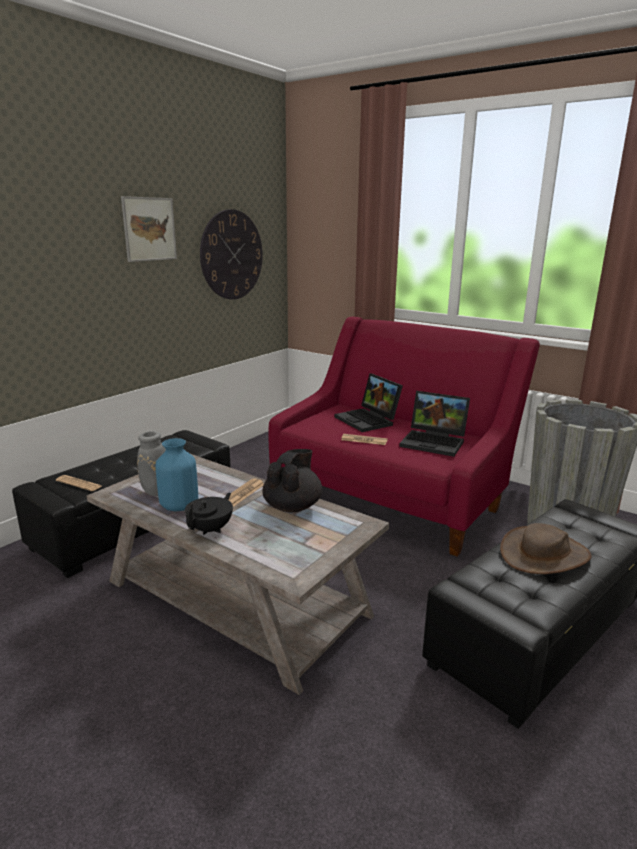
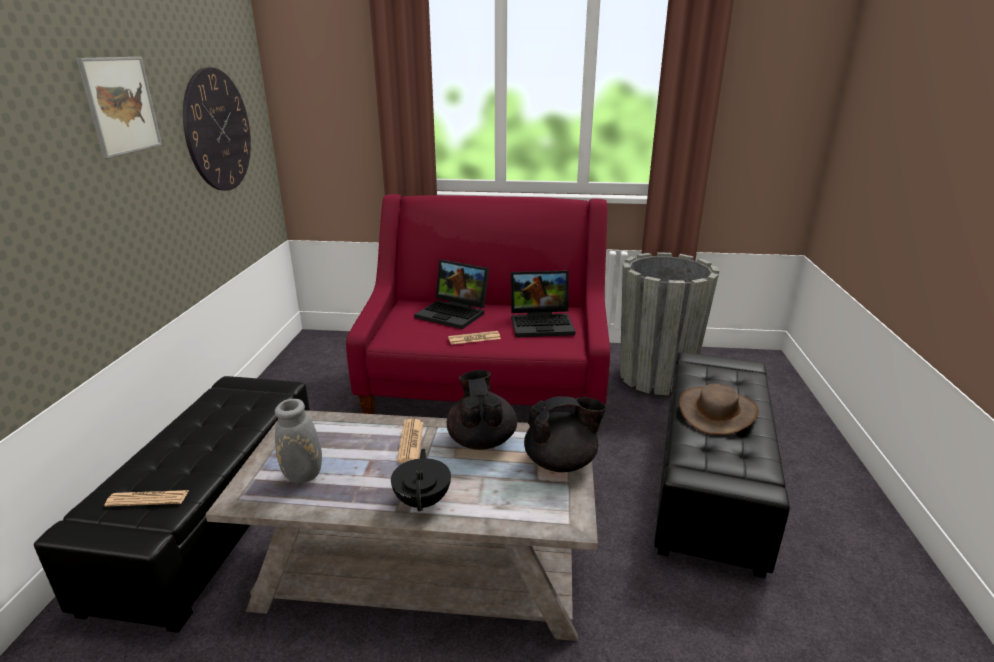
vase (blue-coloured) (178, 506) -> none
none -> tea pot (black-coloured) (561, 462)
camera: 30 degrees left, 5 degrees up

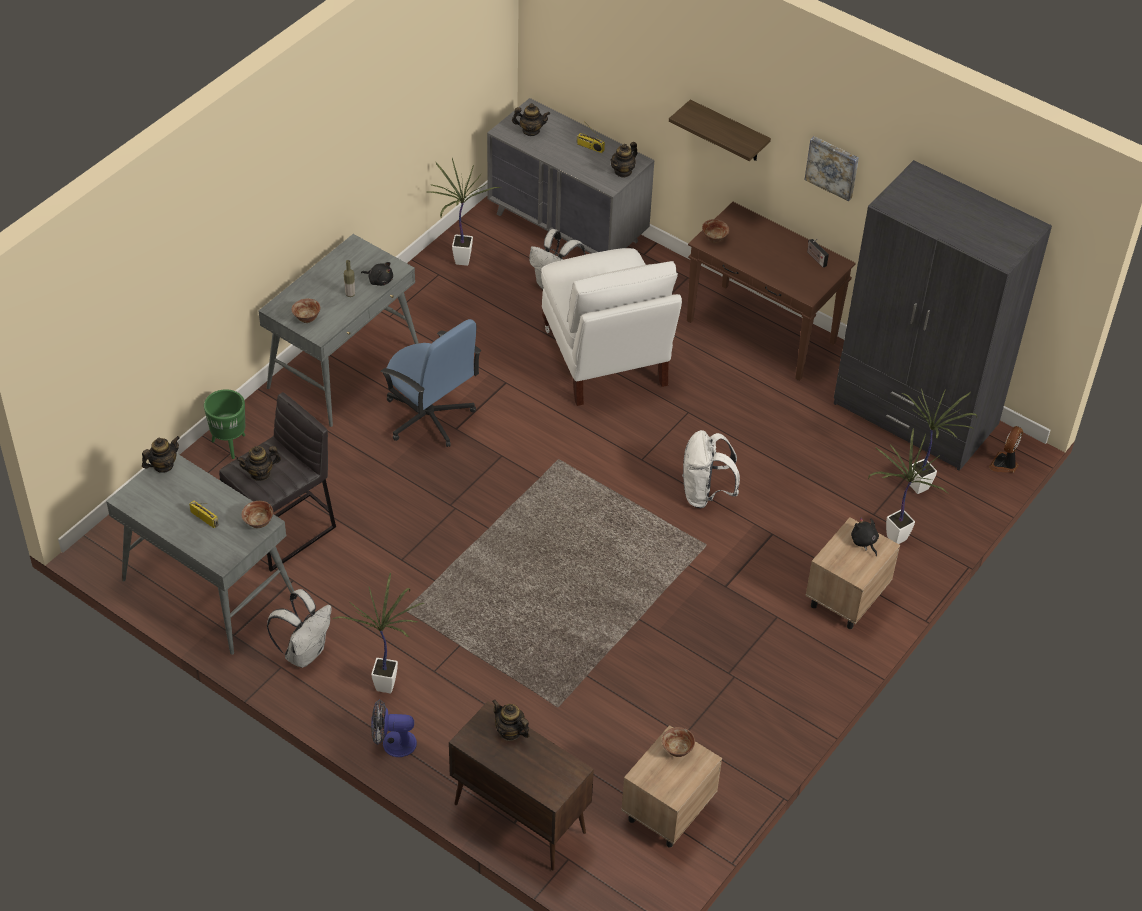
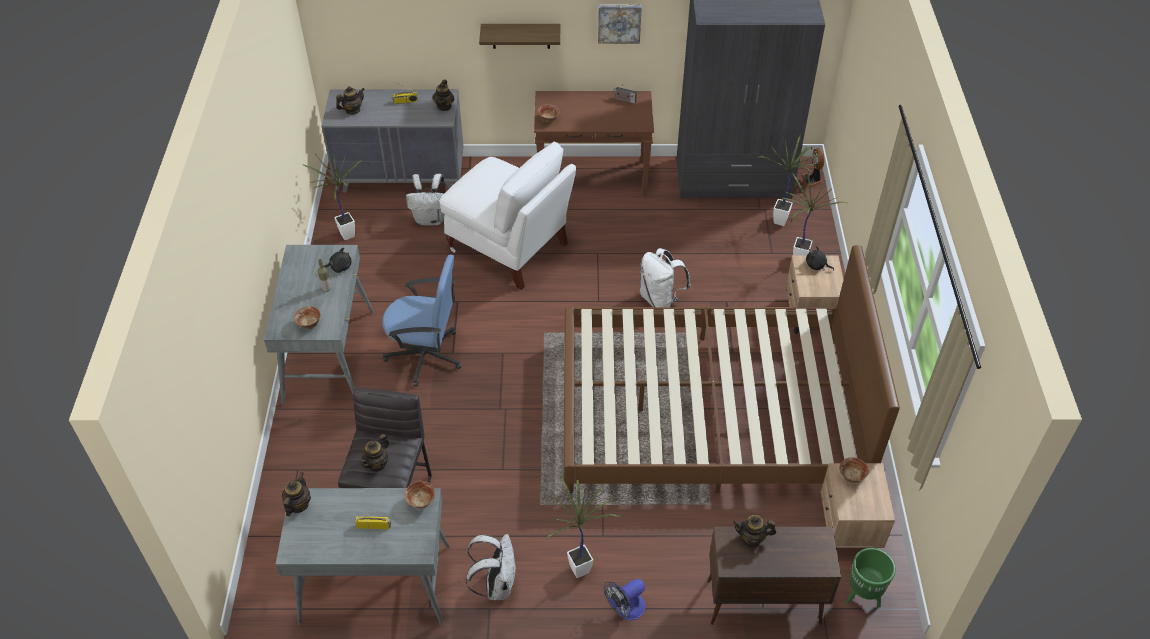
planter (green-coloured) (230, 445) -> planter (green-coloured) (863, 596), relocated
none -> sleeping bed (brown-coloured) (709, 414)
camera: 35 degrees left, 0 degrees up

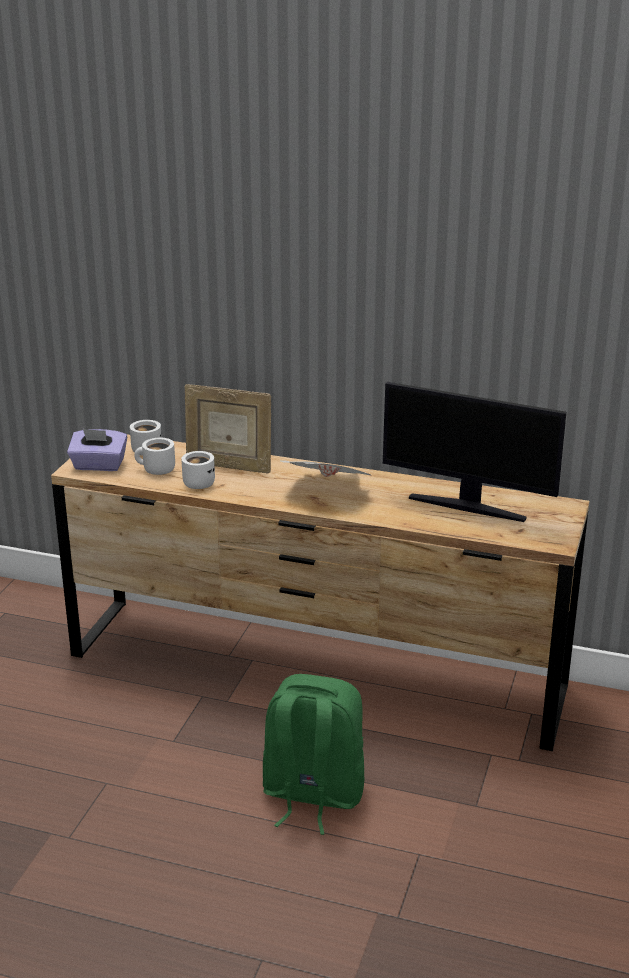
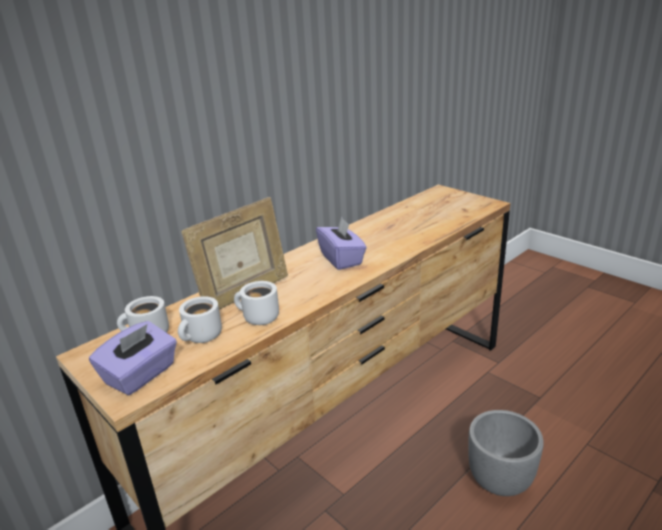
knapsack (green-coloured) (312, 795) -> planter (grey) (500, 481)
newspaper (328, 490) -> tissue box (purplish) (341, 259)
computer display (467, 506) -> none
camera: 60 degrees left, 0 degrees up

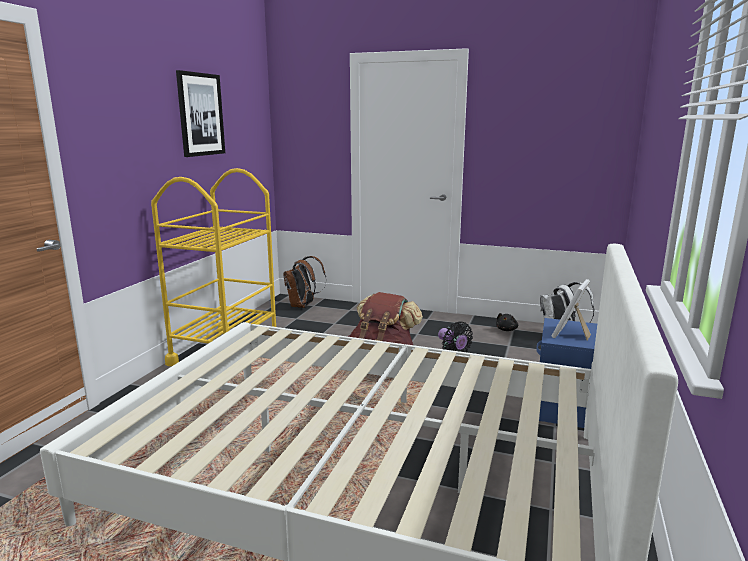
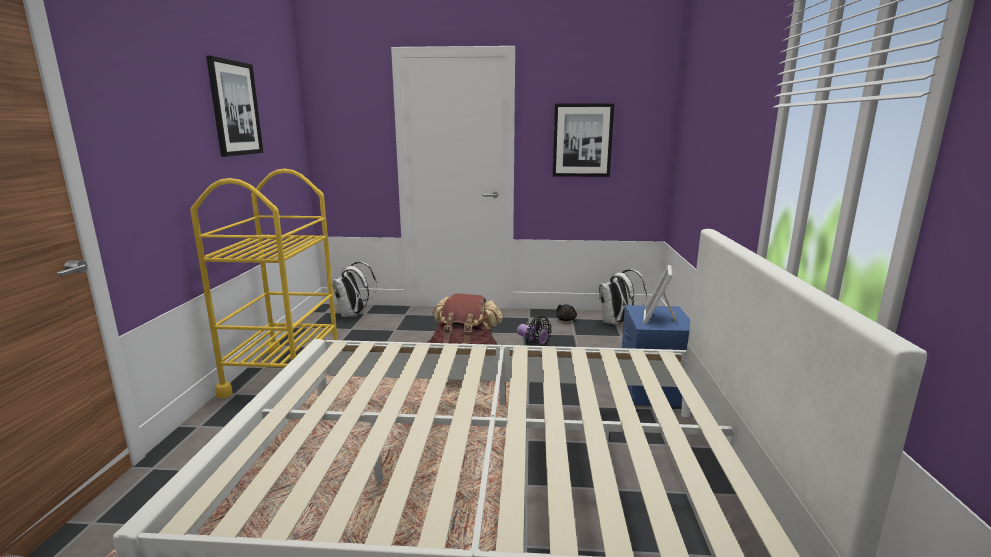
knapsack (brown-coloured) (303, 306) -> knapsack (white) (354, 314)
none -> wall art (582, 140)
camera: 15 degrees left, 0 degrees up

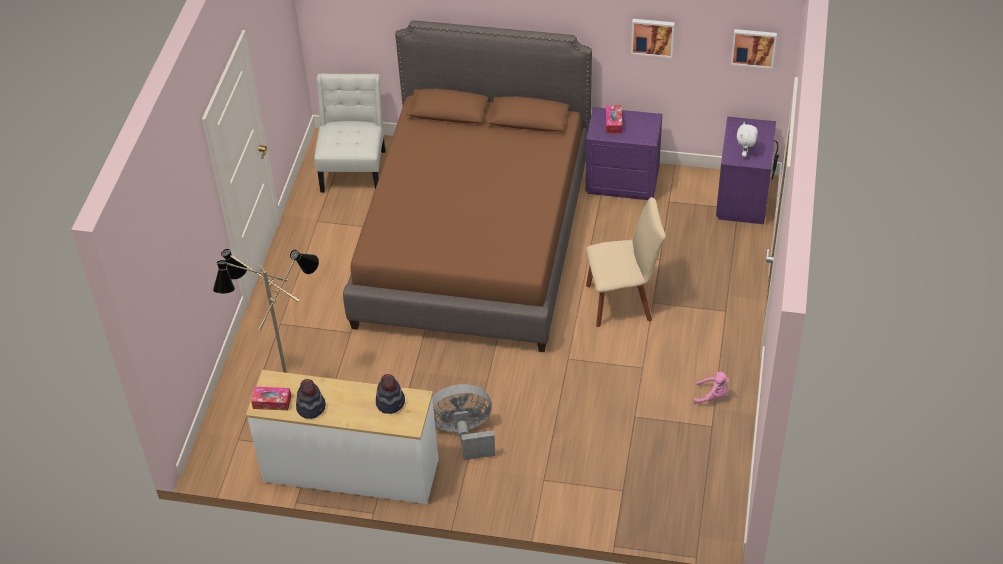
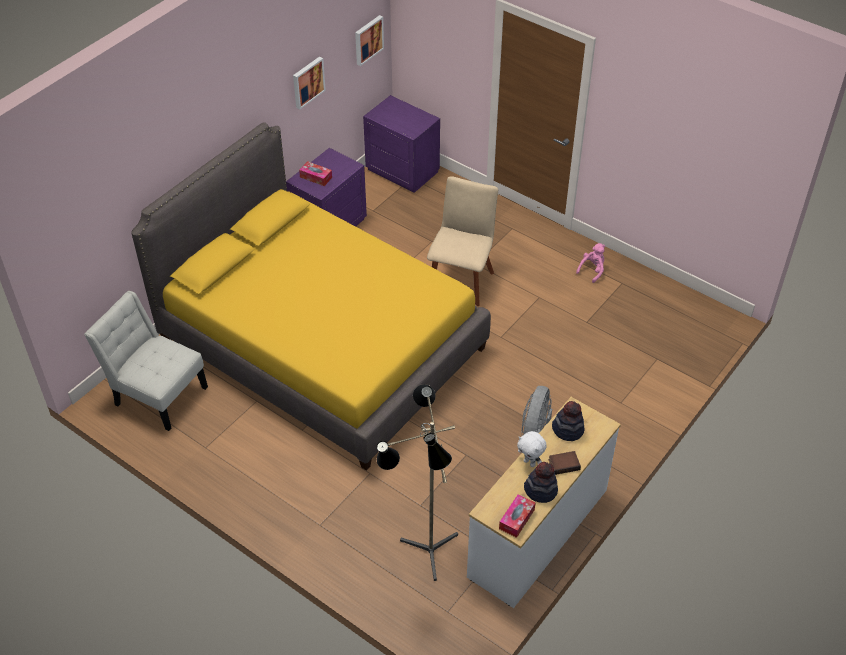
sleeping bed (brown-coloured) (474, 240) -> sleeping bed (yellow-coloured) (322, 344)
cuddly toy (white) (745, 153) -> cuddly toy (white) (530, 463), relocated
none -> bound book (564, 464)
camera: 65 degrees left, 0 degrees up

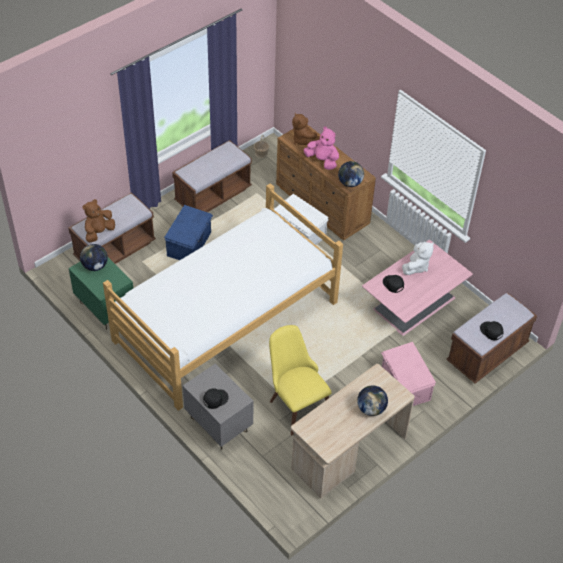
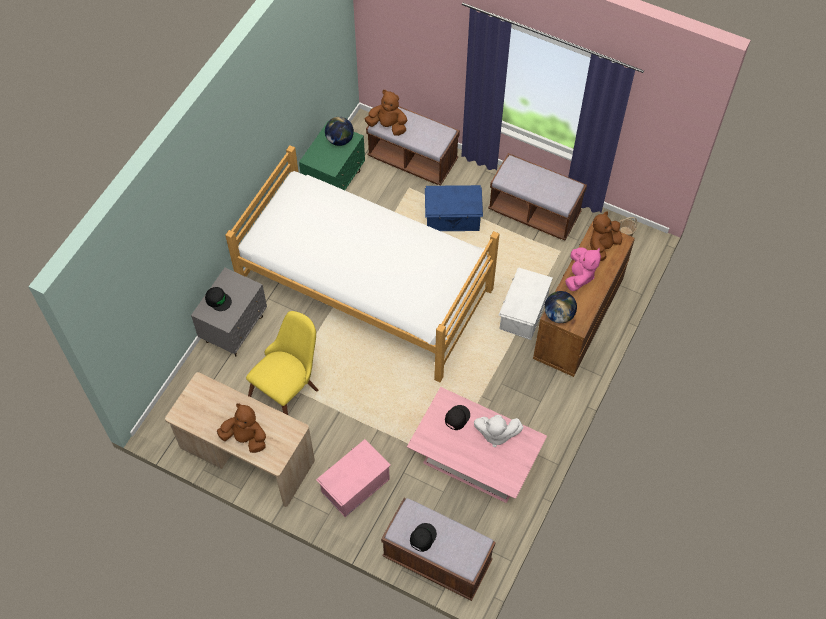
desk globe (371, 409) -> cuddly toy (brown-coloured) (245, 438)
camera: 70 degrees right, 10 degrees up

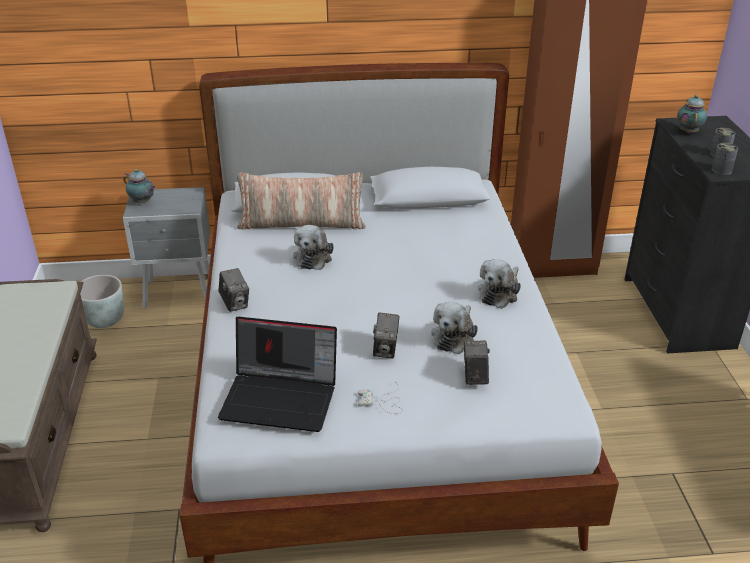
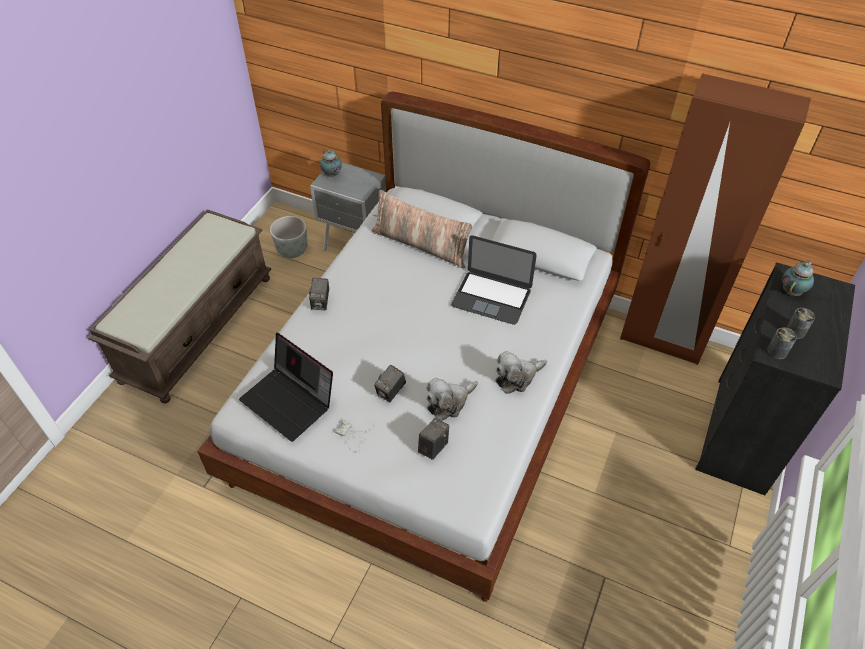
cuddly toy (313, 256) -> none
none -> portable computer (491, 297)
camera: 30 degrees right, 15 degrees up

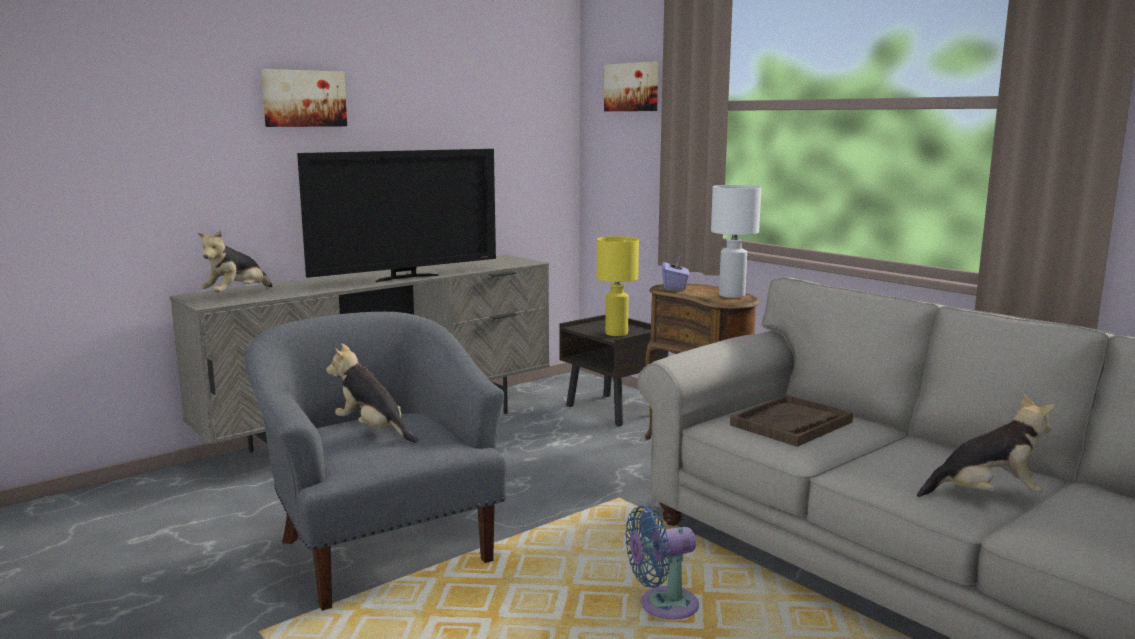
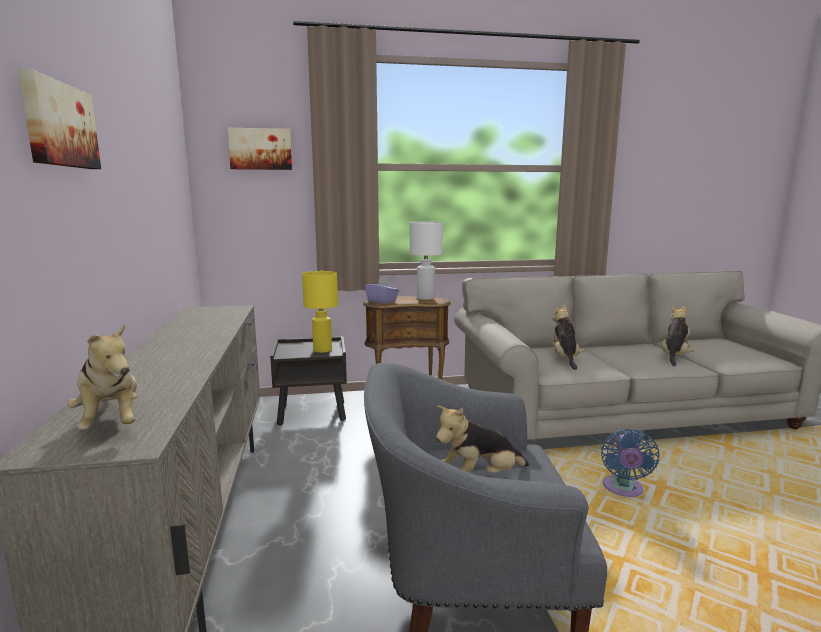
television (405, 277) -> none
serving tray (brown-coloured) (791, 424) -> cuddly toy (565, 358)
camera: 60 degrees left, 0 degrees up

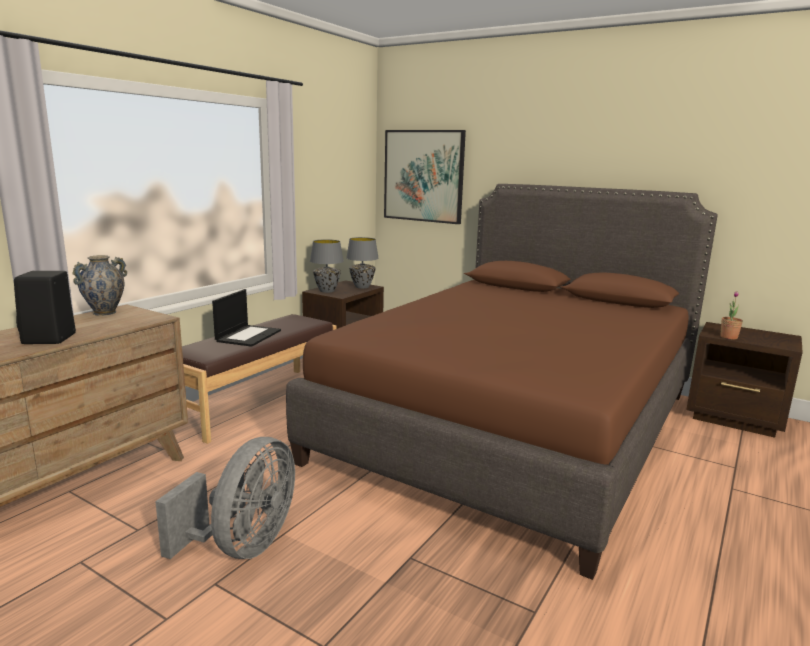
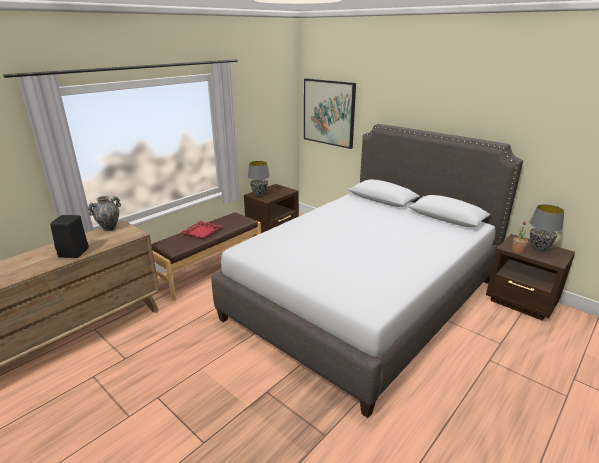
electric fan (grey) (243, 546) -> none
portable computer (248, 336) -> serving tray (reddish) (201, 232)
sleeping bed (brown-coloured) (514, 425) -> sleeping bed (grey) (363, 299)
tabletop lamp (grey) (362, 287) -> tabletop lamp (grey) (539, 249), relocated
camera: 10 degrees right, 10 degrees up

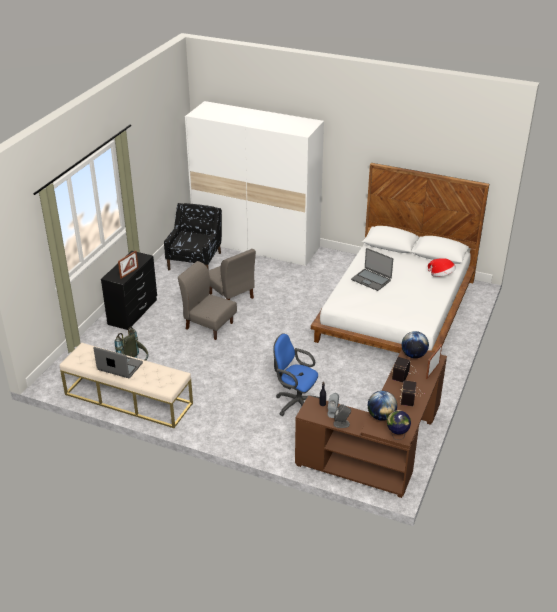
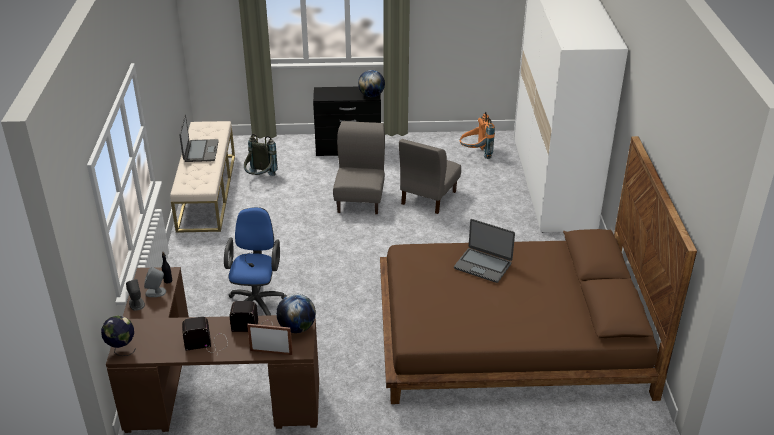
standing frame (129, 273) -> none
armchair (black-coloured) (195, 261) -> knapsack (orange) (475, 154)
sleeping bed (white) (396, 310) -> sleeping bed (brown-coloured) (509, 336)
portable computer (371, 280) -> portable computer (483, 265), 75 degrees counterclockwise
desk globe (381, 416) -> desk globe (371, 95), relocated
wearable hat (441, 275) -> none
camera: 65 degrees right, 0 degrees up

